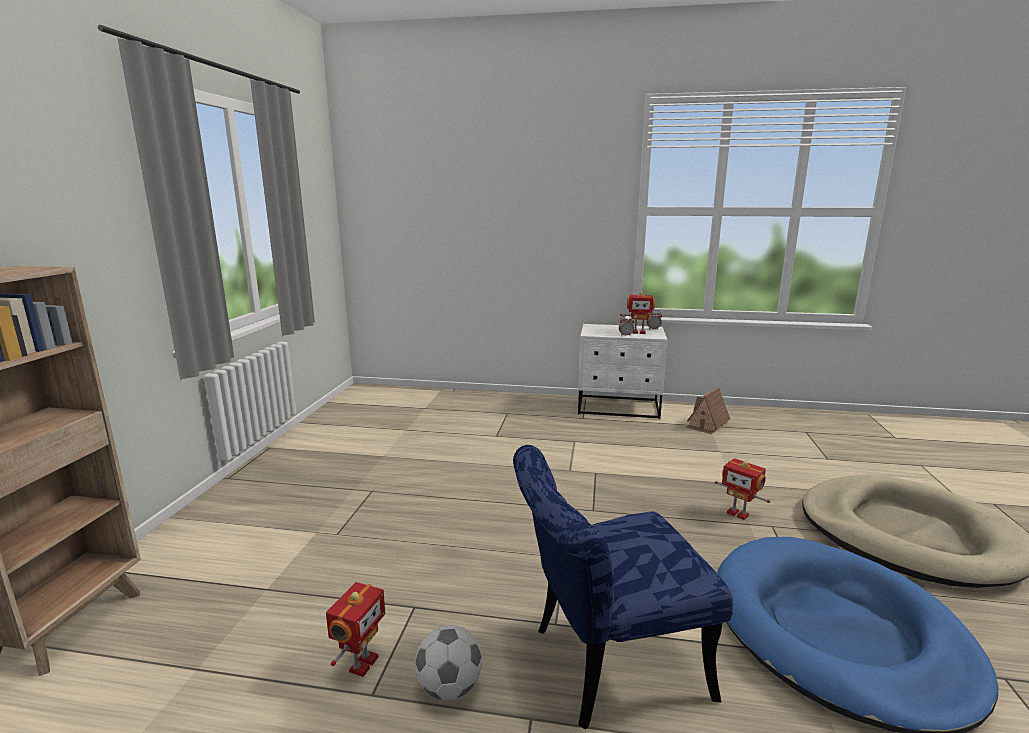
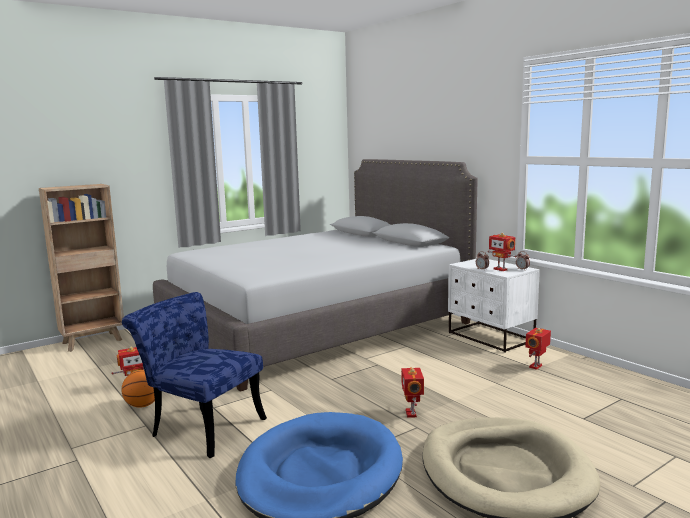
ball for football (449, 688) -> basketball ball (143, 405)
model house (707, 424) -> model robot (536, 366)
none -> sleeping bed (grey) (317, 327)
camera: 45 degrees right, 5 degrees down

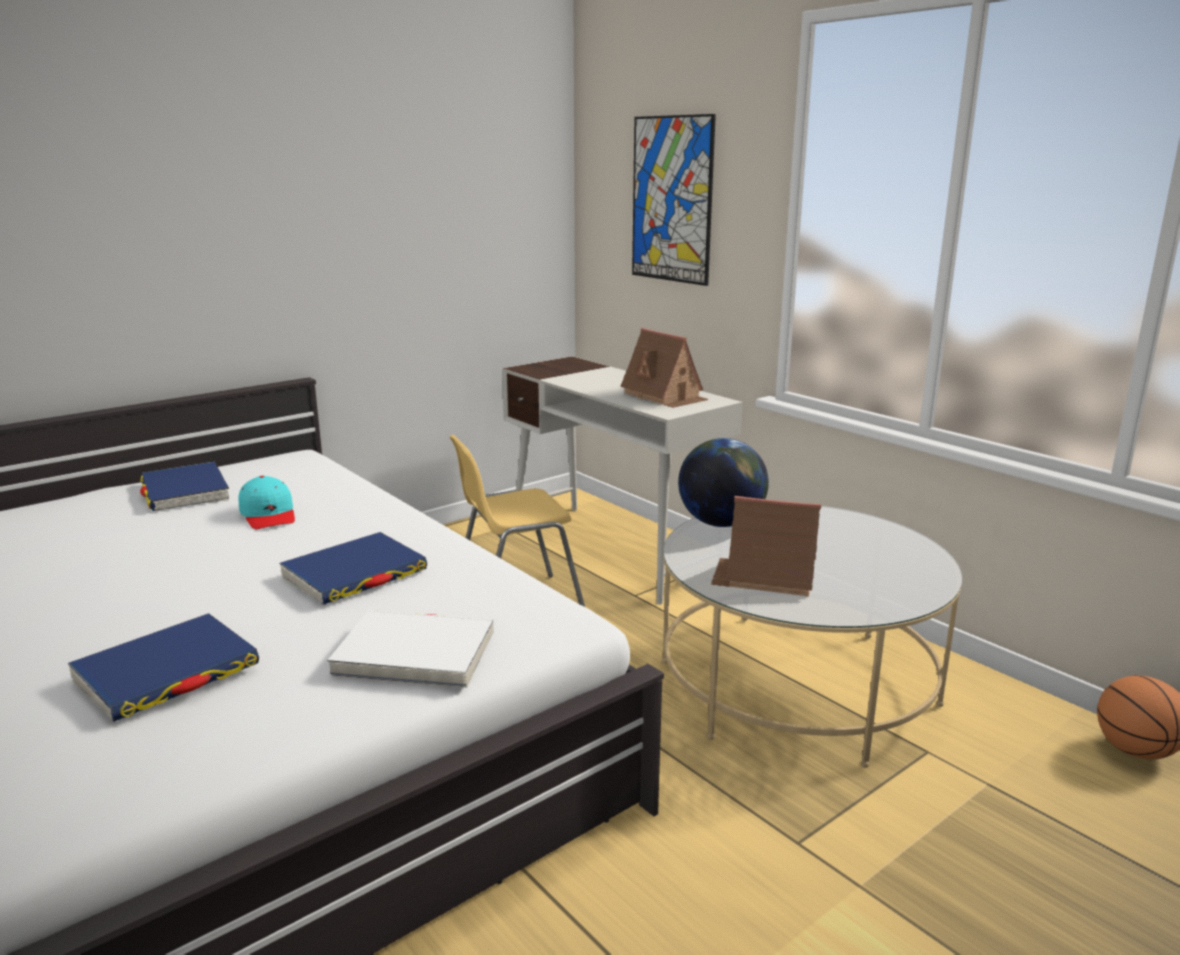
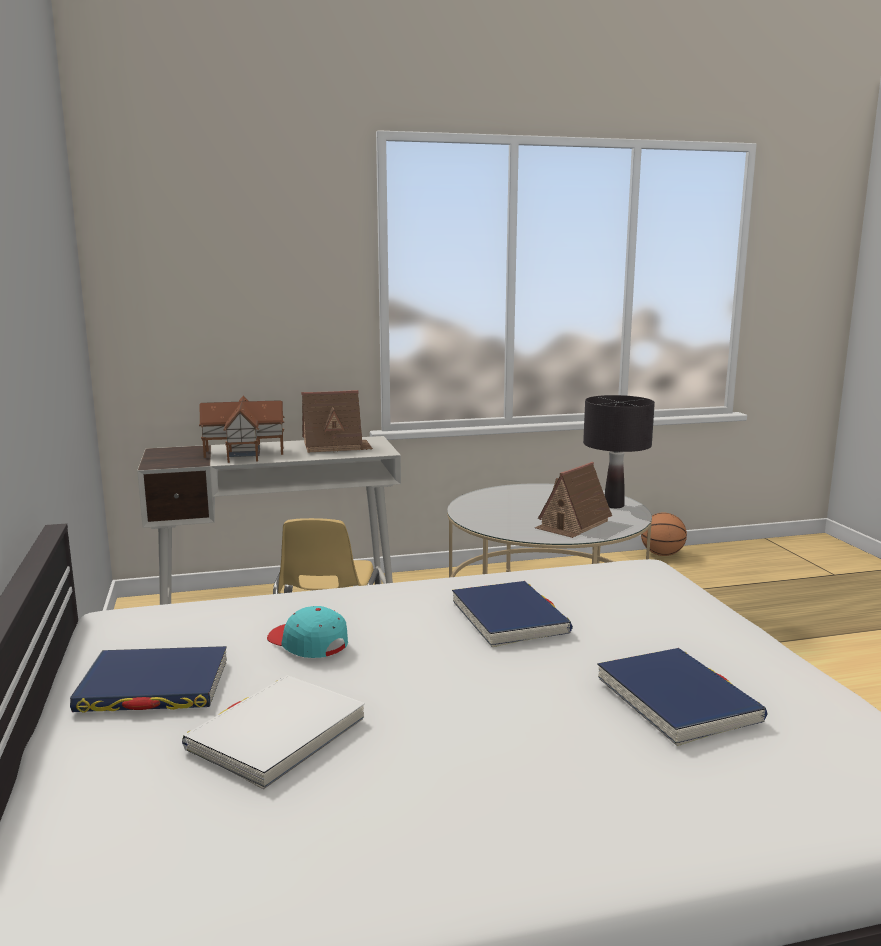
baseball cap (blue-green) (269, 514) -> baseball cap (blue-green) (307, 643), 135 degrees counterclockwise
bound book (white) (415, 654) -> bound book (white) (276, 735), relocated
wall art (671, 200) -> none
desk globe (720, 523) -> none
none -> model house (245, 452)
none -> tabletop lamp (black-coloured) (614, 505)
camera: 65 degrees left, 5 degrees down

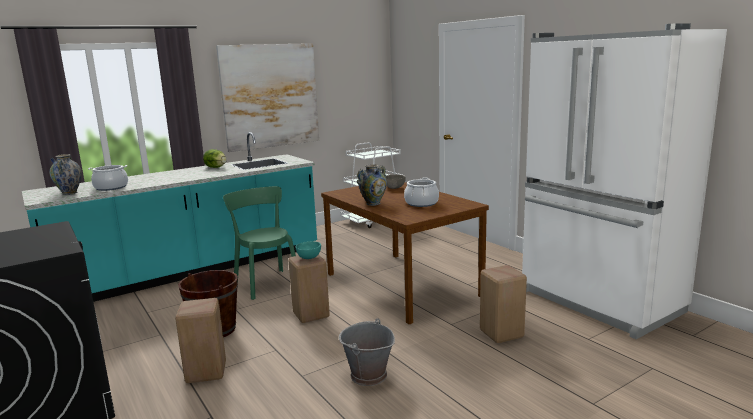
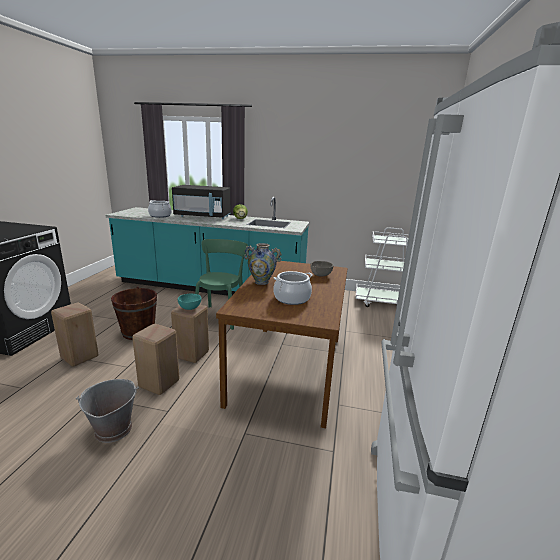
vase (69, 193) -> none
wall art (270, 96) -> none
stool (beige-coloured) (501, 334) -> stool (beige-coloured) (158, 384), relocated
none -> microwave oven (black-coloured) (203, 216)
camera: 45 degrees right, 5 degrees up

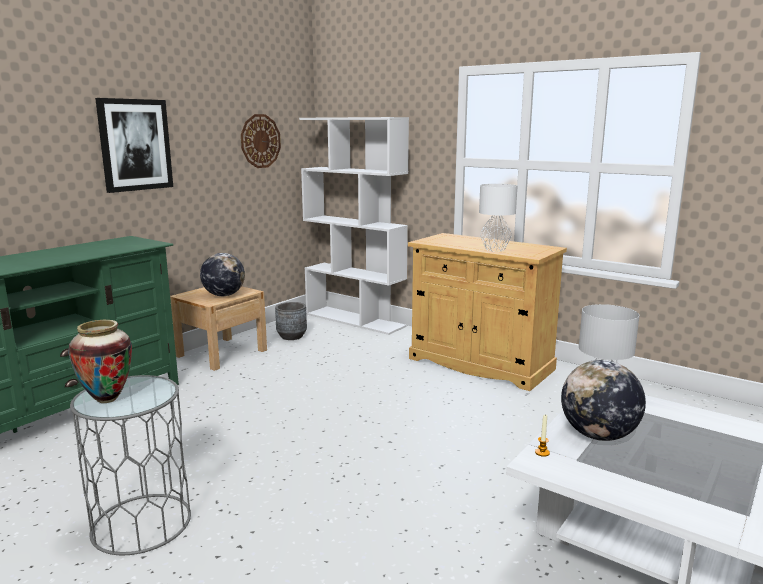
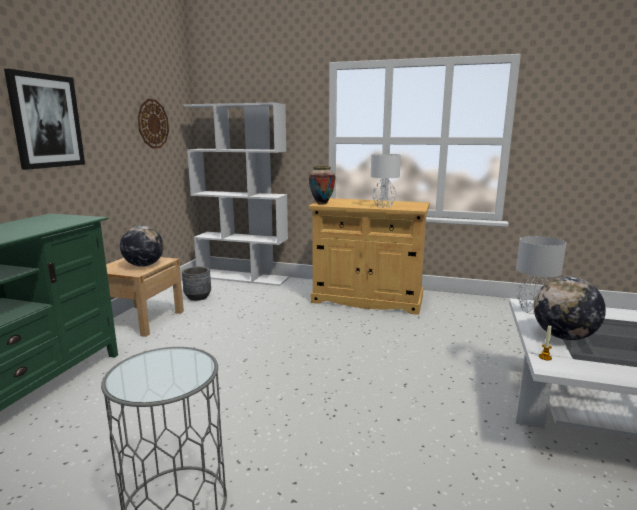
vase (107, 399) -> vase (321, 203), relocated
camera: 20 degrees left, 0 degrees up

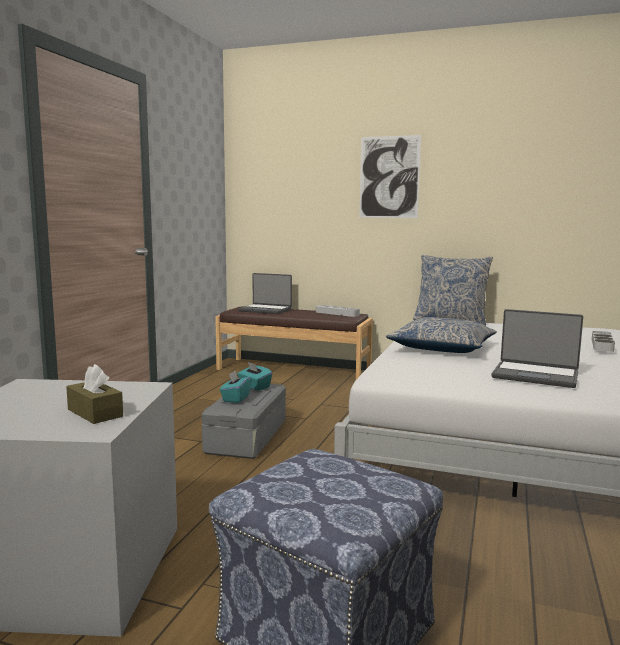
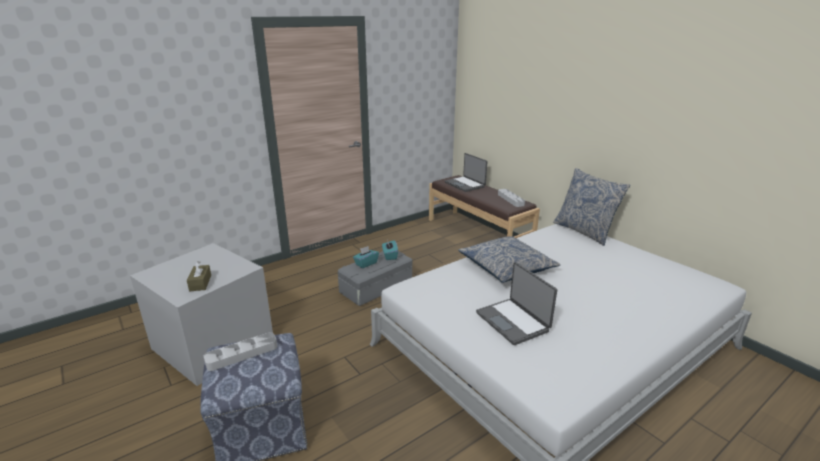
wall art (389, 177) -> none
serving tray (grey) (602, 344) -> serving tray (grey) (242, 354), relocated
camera: 35 degrees right, 15 degrees up

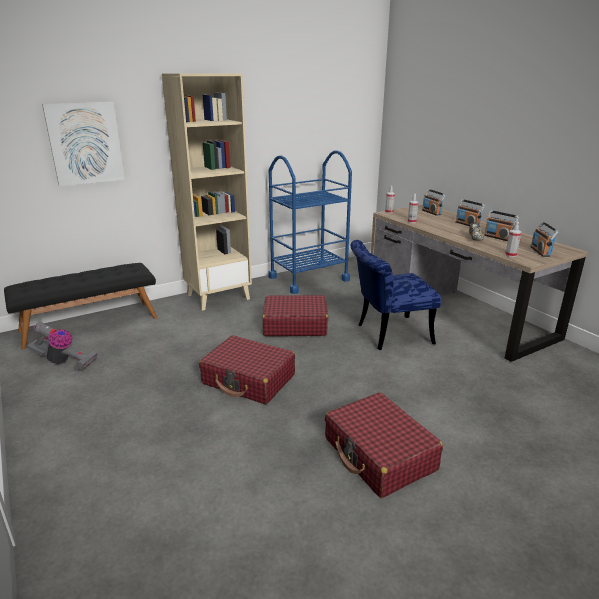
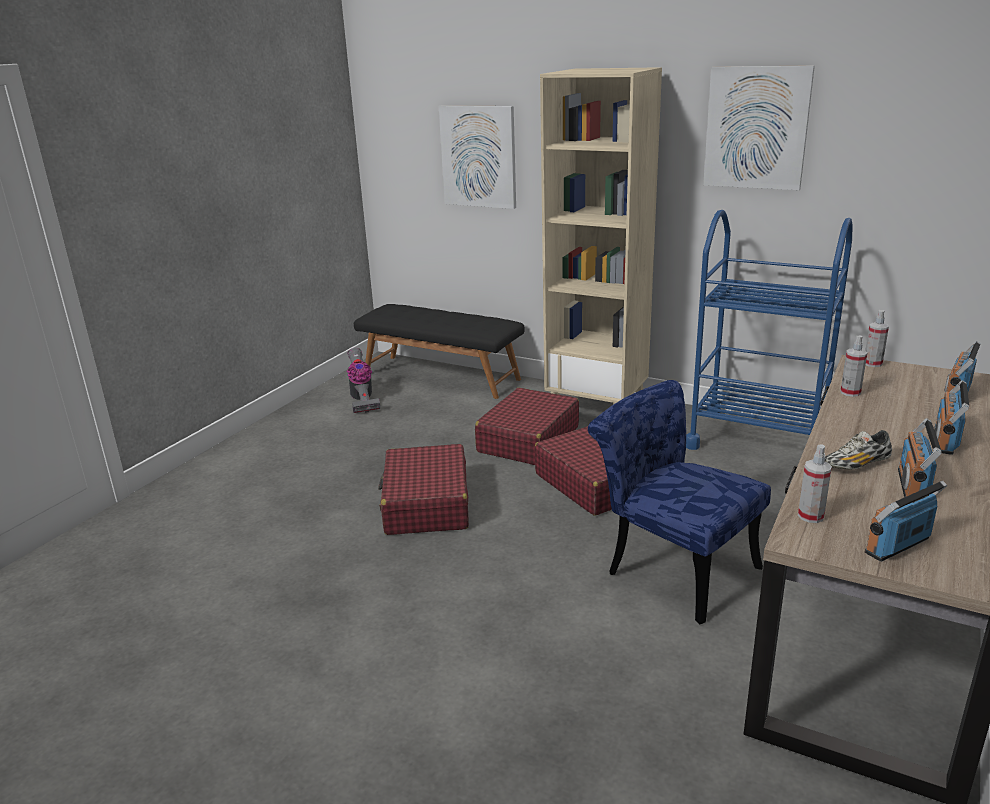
piece of luggage (reddish) (379, 454) -> piece of luggage (reddish) (528, 440), relocated
none -> wall art (756, 128)
camera: 60 degrees right, 0 degrees up

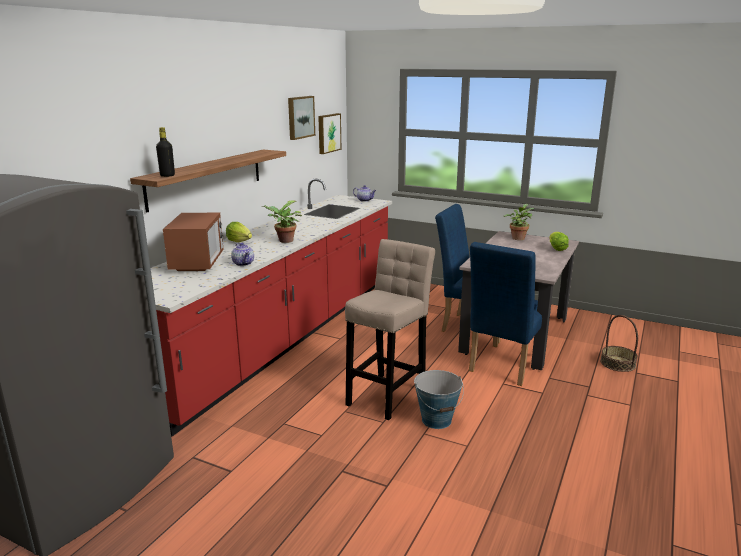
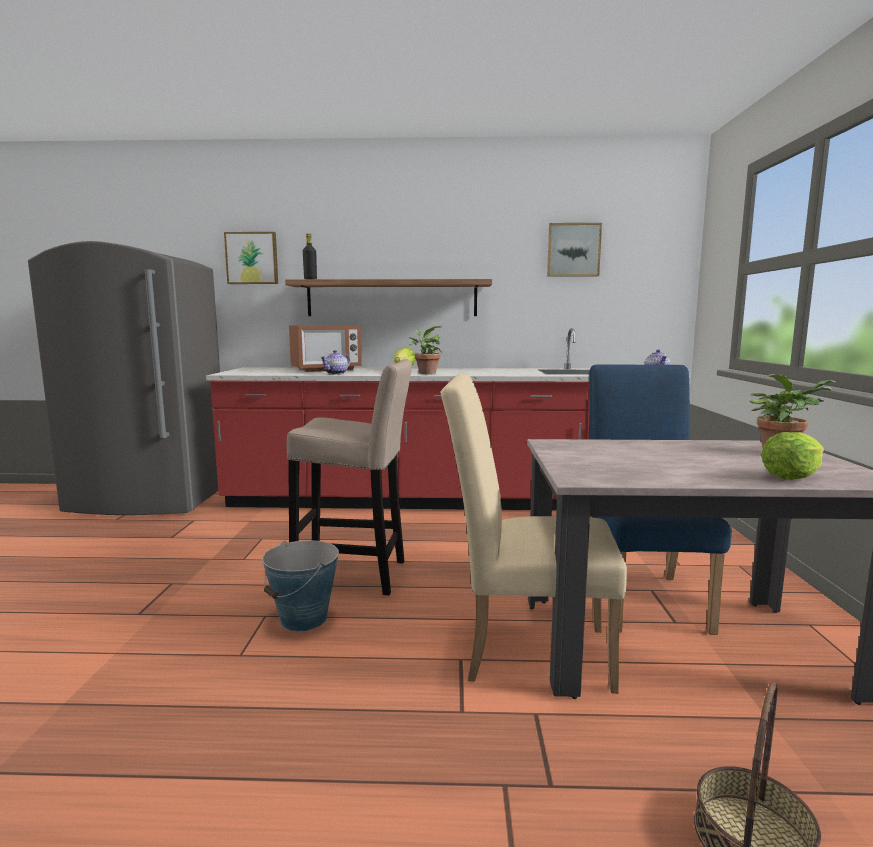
wall art (328, 133) -> wall art (252, 258), relocated
upright chair (blue-coloured) (503, 367) -> upright chair (beige-coloured) (524, 650)
camera: 65 degrees right, 10 degrees down

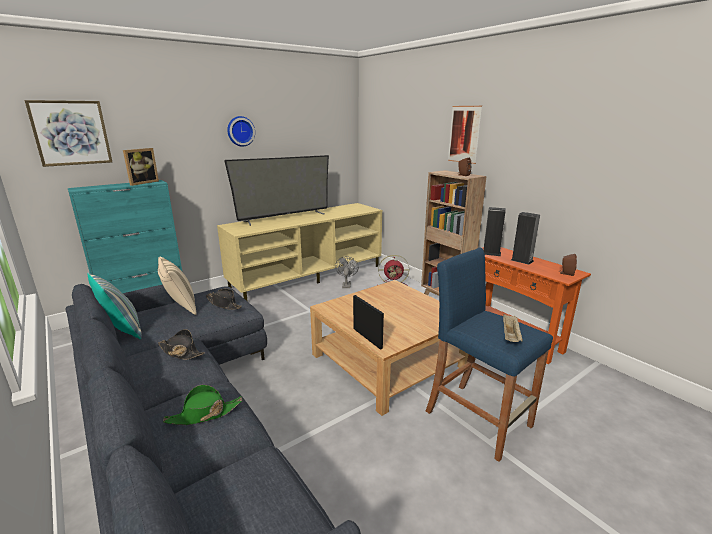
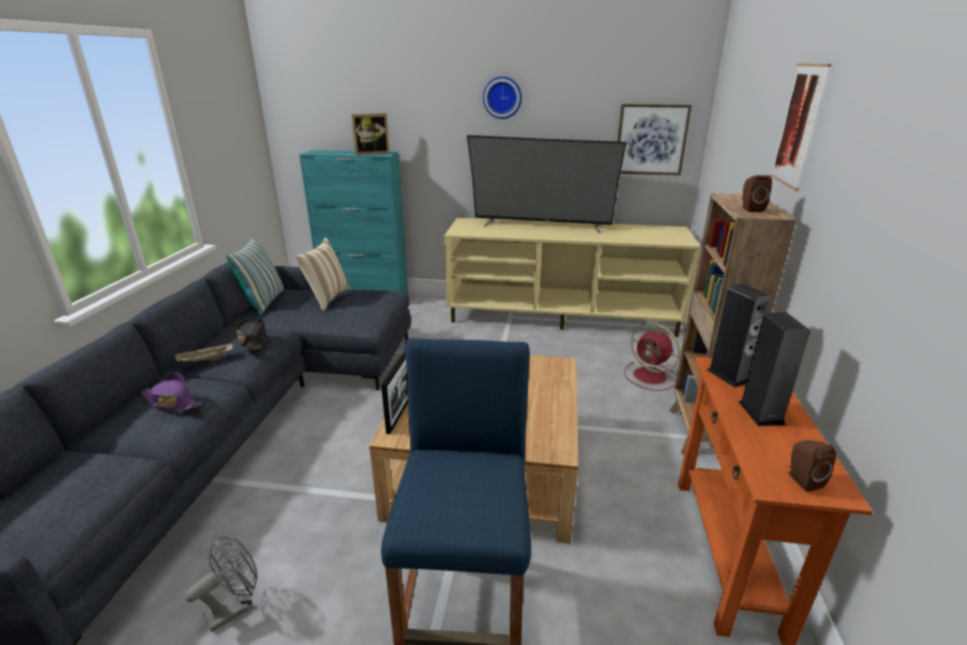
wall art (71, 133) -> wall art (651, 139), relocated
wearable hat (green-coloured) (204, 414) -> wearable hat (purplish) (171, 402)
wearable hat (black-coloured) (224, 304) -> none
electric fan (grey) (346, 284) -> electric fan (grey) (235, 607), relocated
serving tray (beige-coloured) (510, 336) -> serving tray (beige-coloured) (205, 360), relocated
camera: 45 degrees right, 5 degrees up

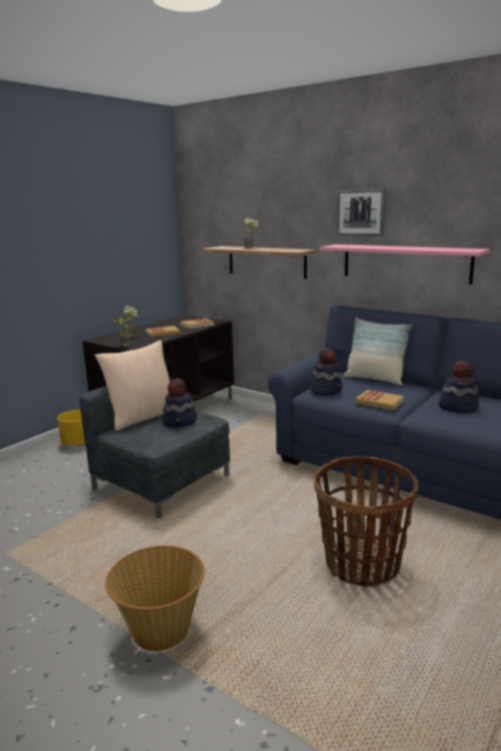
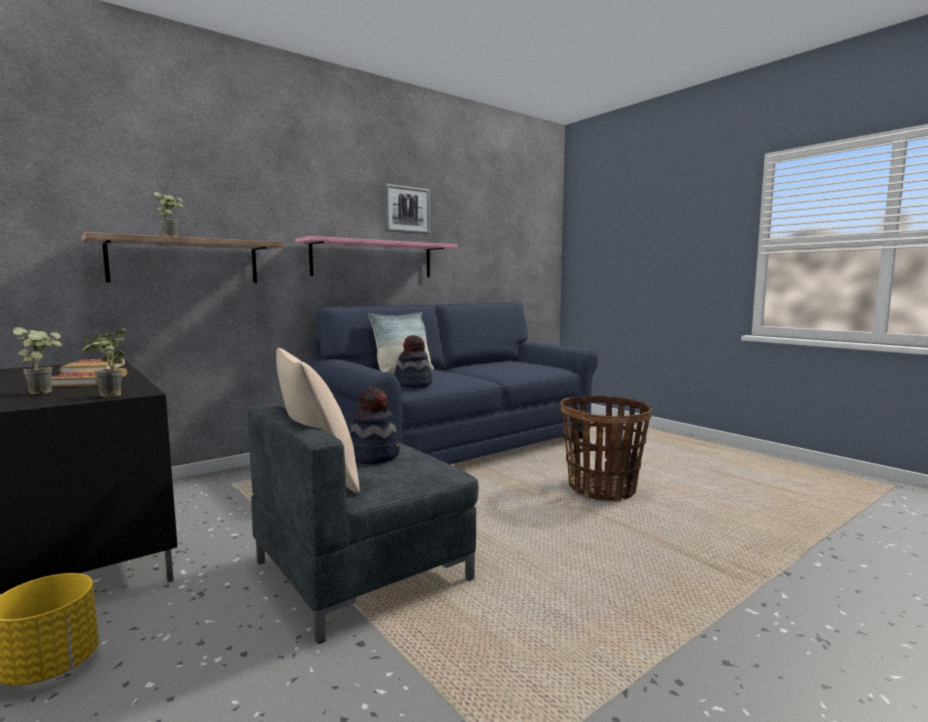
storage basket (160, 630) -> none
wall art (361, 212) -> wall art (406, 210), relocated
bound book (379, 402) -> none
wearable hat (458, 407) -> none
camera: 75 degrees left, 10 degrees down

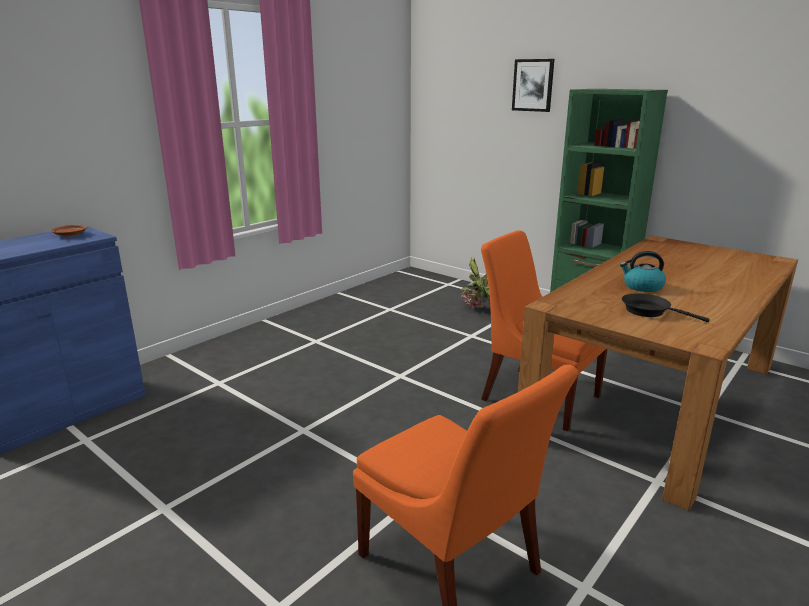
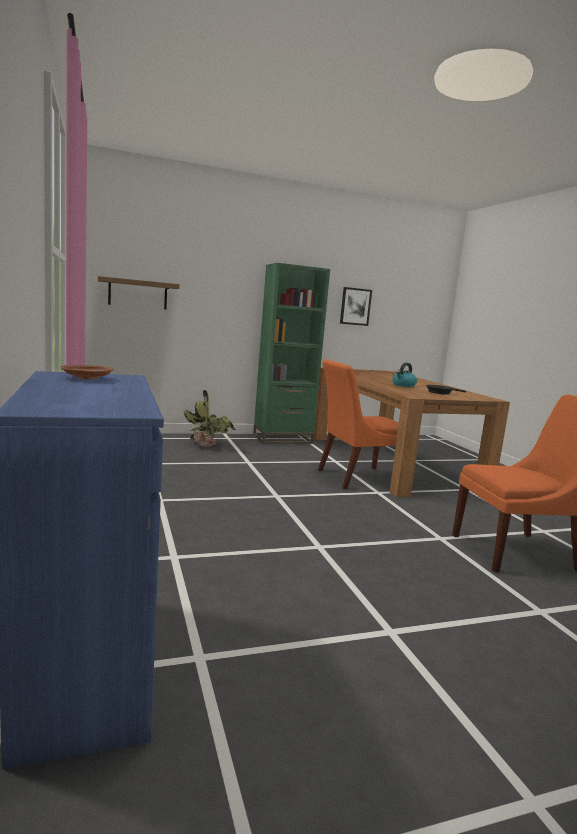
wall art (533, 85) -> wall art (355, 306), relocated
none -> bracket shelf (138, 294)
camera: 60 degrees left, 10 degrees down

